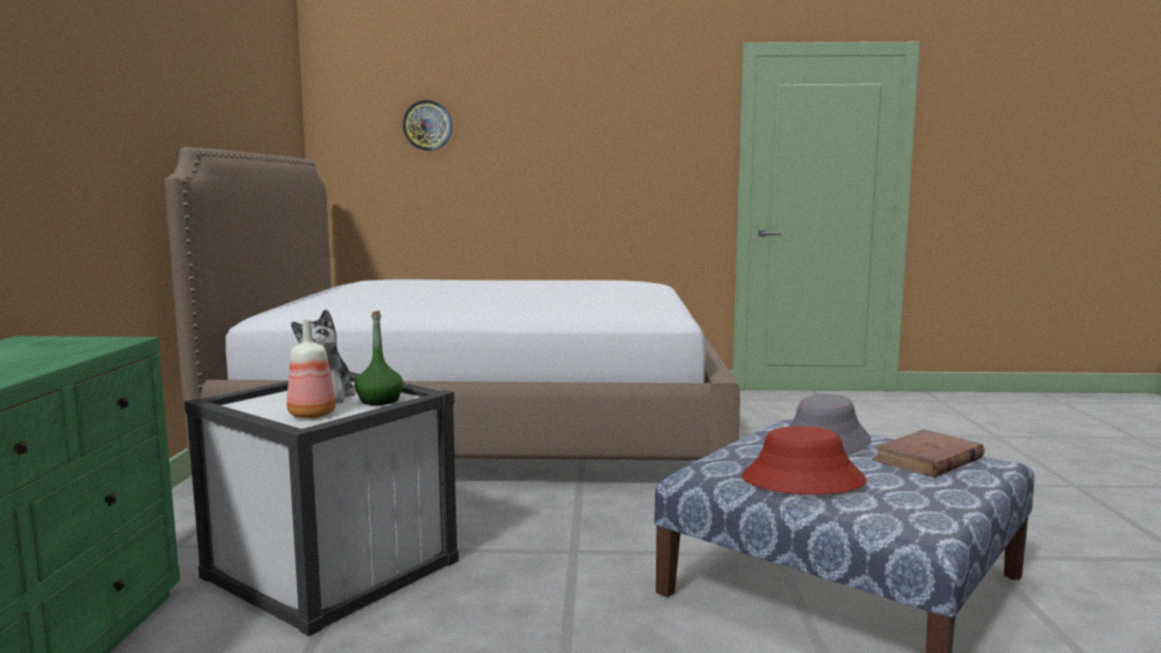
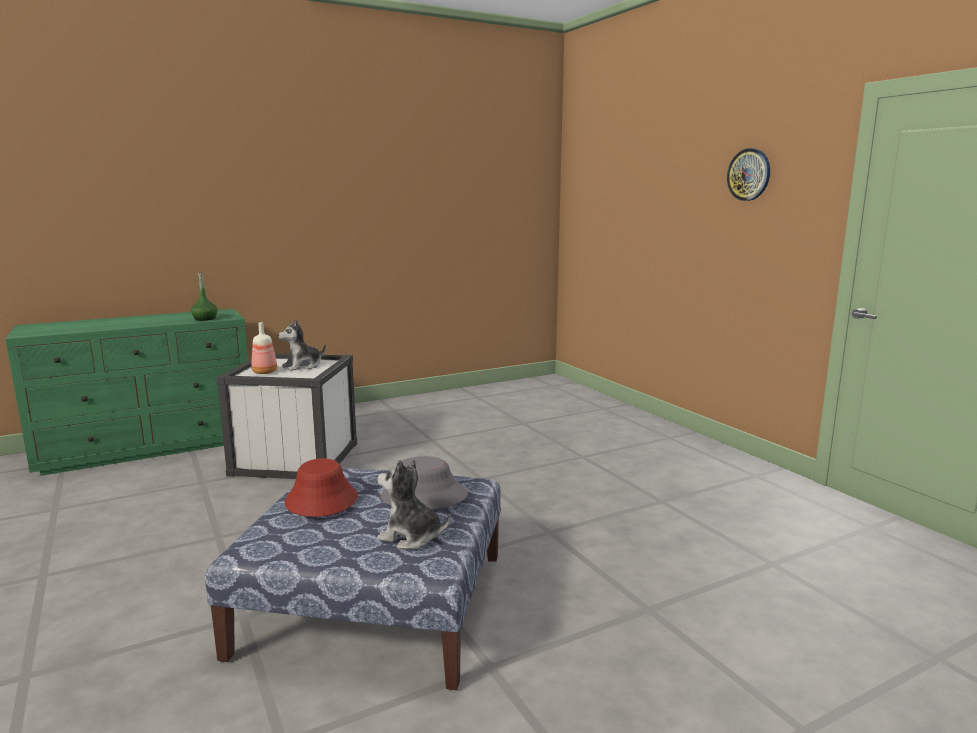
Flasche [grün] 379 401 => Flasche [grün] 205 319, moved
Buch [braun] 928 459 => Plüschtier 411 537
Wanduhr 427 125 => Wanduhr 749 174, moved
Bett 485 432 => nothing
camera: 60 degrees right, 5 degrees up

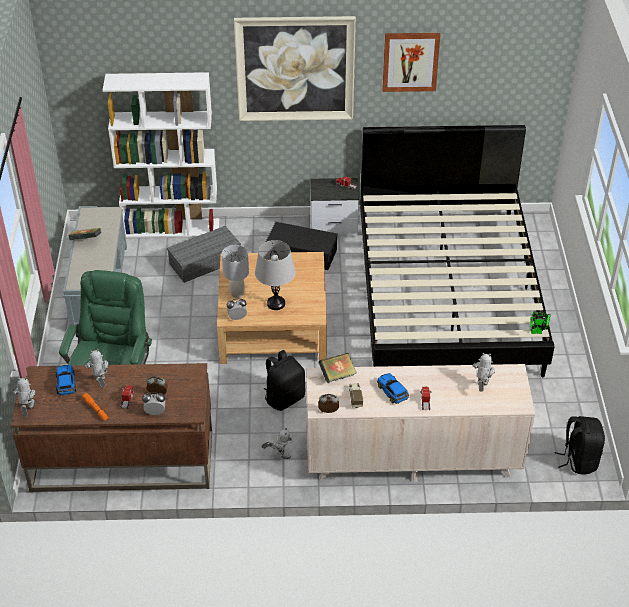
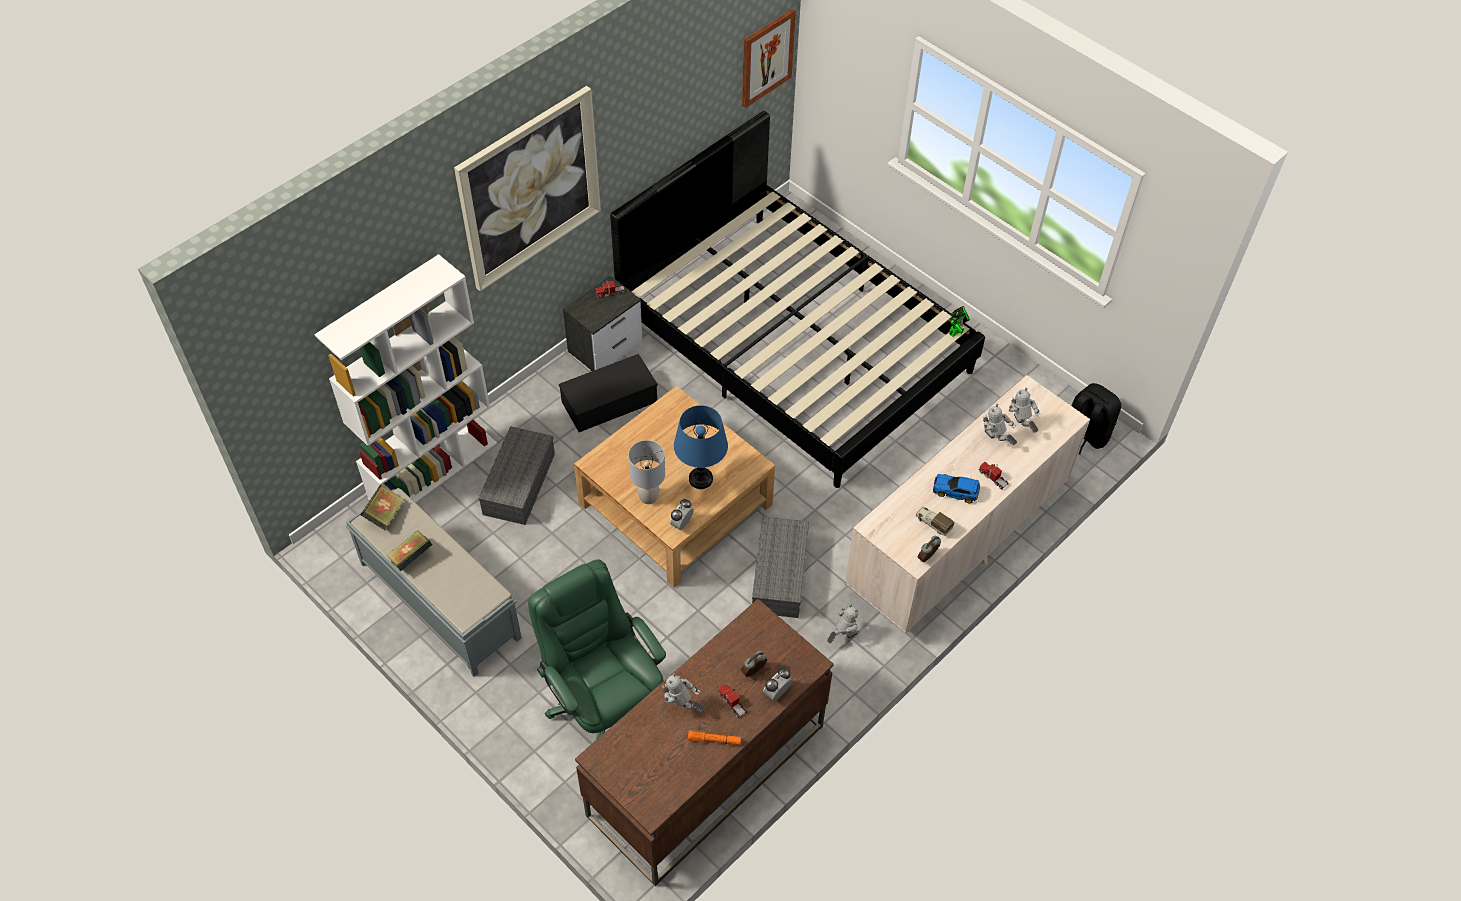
Buch 337 375 => Buch 385 514, moved
Tischlampe [grau] 276 304 => Tischlampe [blau] 700 479
Bild 410 61 => Bild 766 57, moved
Rucksack [schwarz] 284 398 => Aufbewahrungsbox [grau] 778 573
Spielzeugroboter 28 411 => Spielzeugroboter 995 441, moved
Spielzeugauto 66 383 => nothing
camera: 45 degrees left, 10 degrees up

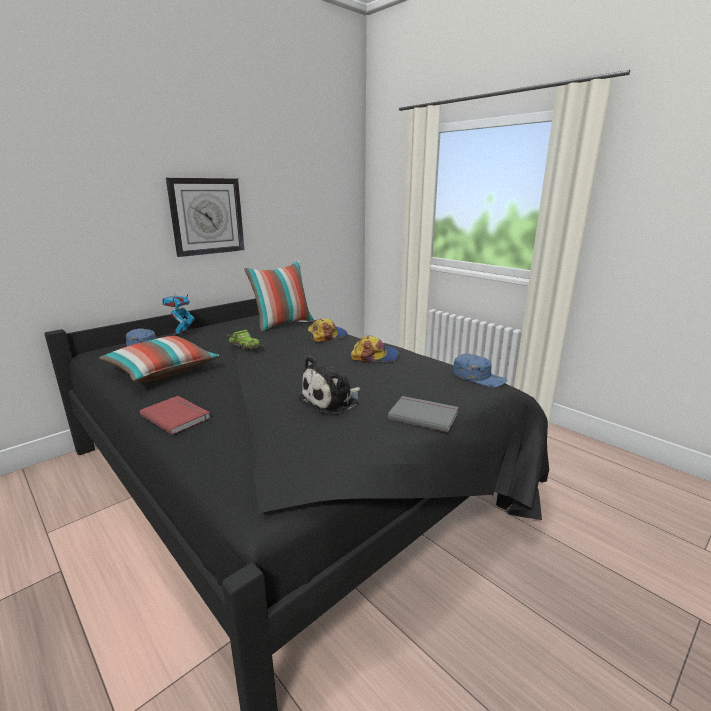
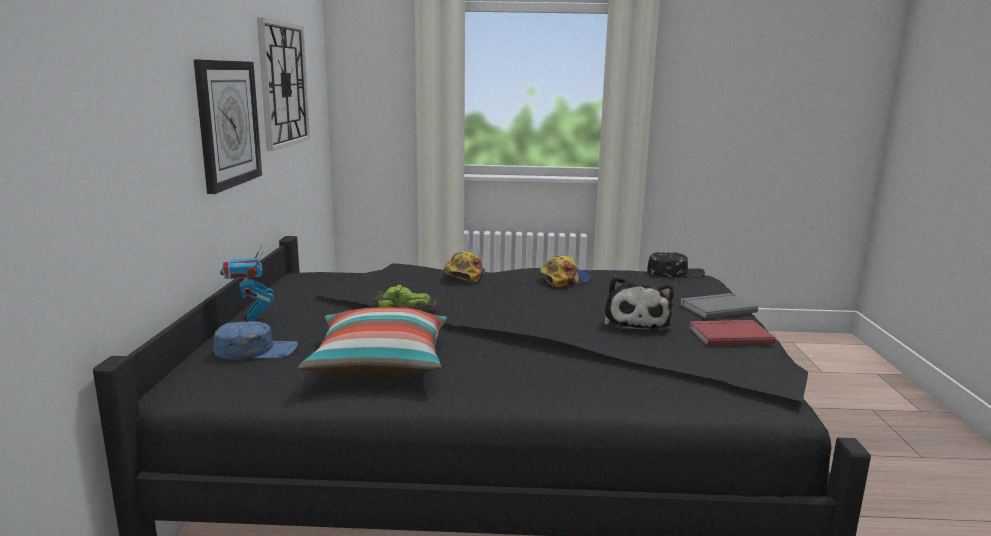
nothing => Wanduhr 283 85
Kappe [blau] 479 377 => Kappe [schwarz] 675 272
Buch [rot] 177 416 => Buch [rot] 728 335, moved
Kissen 283 324 => nothing
camera: 45 degrees left, 5 degrees down

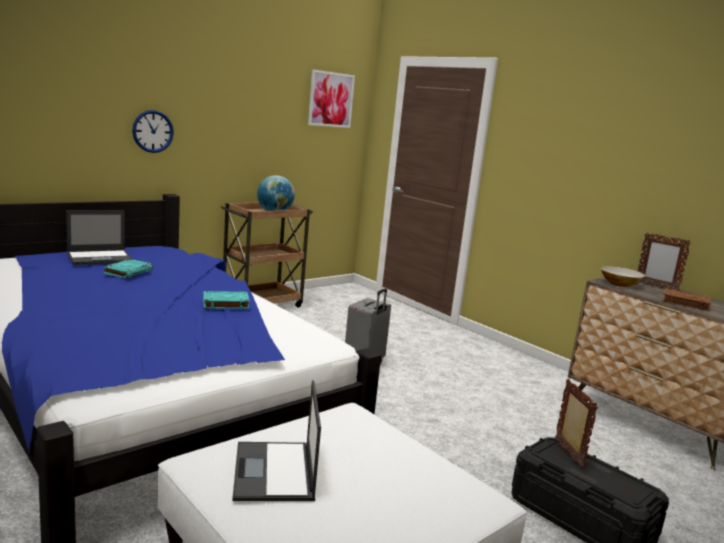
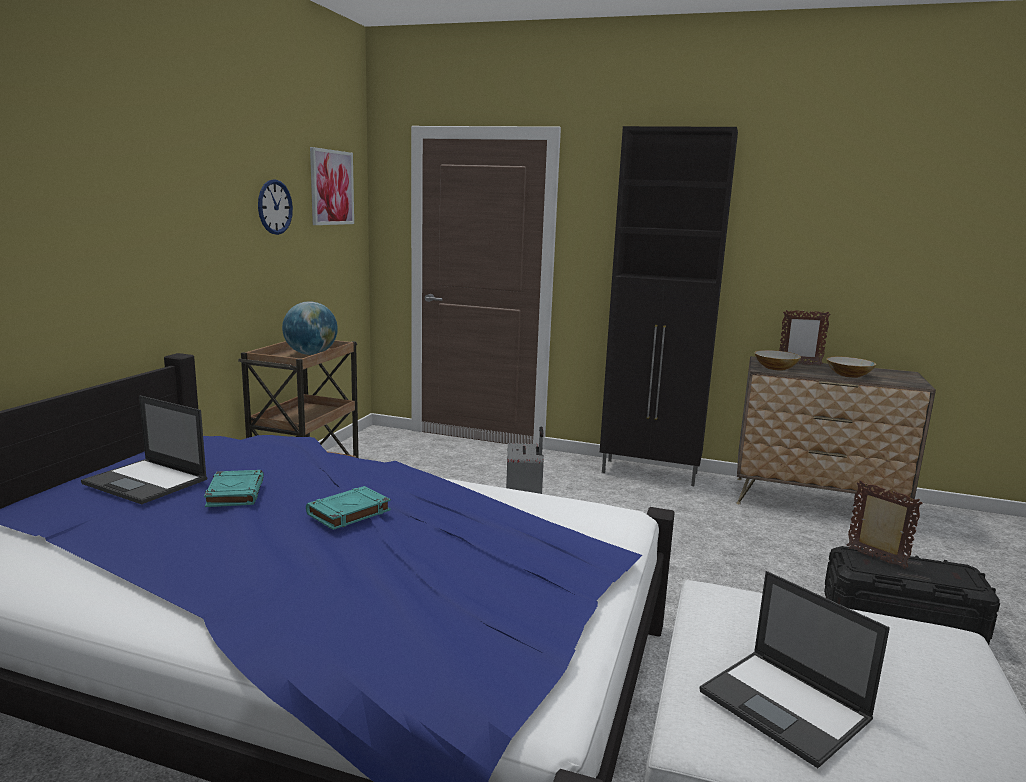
Laptop 100 258 => Laptop 147 482, 90 degrees clockwise
Wanduhr 153 131 => Wanduhr 275 207, moved
Buch [türkis] 225 303 => Buch [türkis] 348 513, moved
nothing => Schrank [schwarz] 651 473
Buch [braun] 685 303 => Schüssel 848 375
camera: 30 degrees left, 0 degrees up

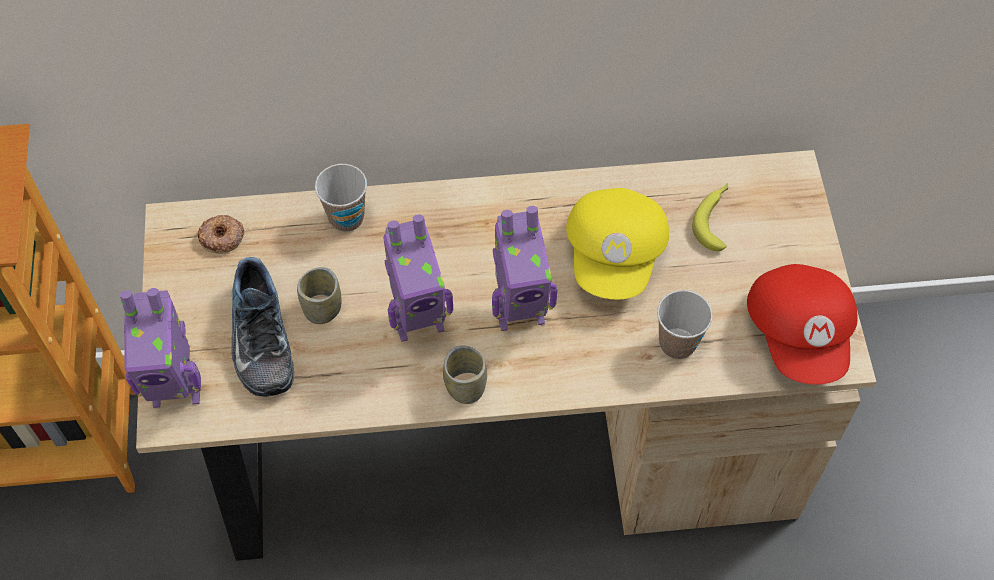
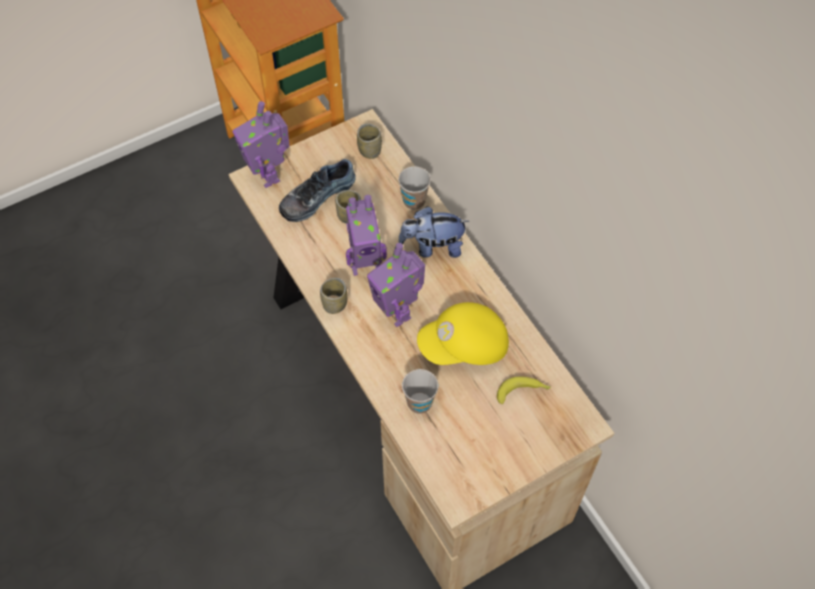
Spielzeugroboter 418 321 => Spielzeugroboter 365 264, 60 degrees counterclockwise
Donut 222 237 => Tasse 369 151
nothing => Plüschtier 433 246
Kappe [rot] 800 333 => nothing
camera: 65 degrees right, 0 degrees up

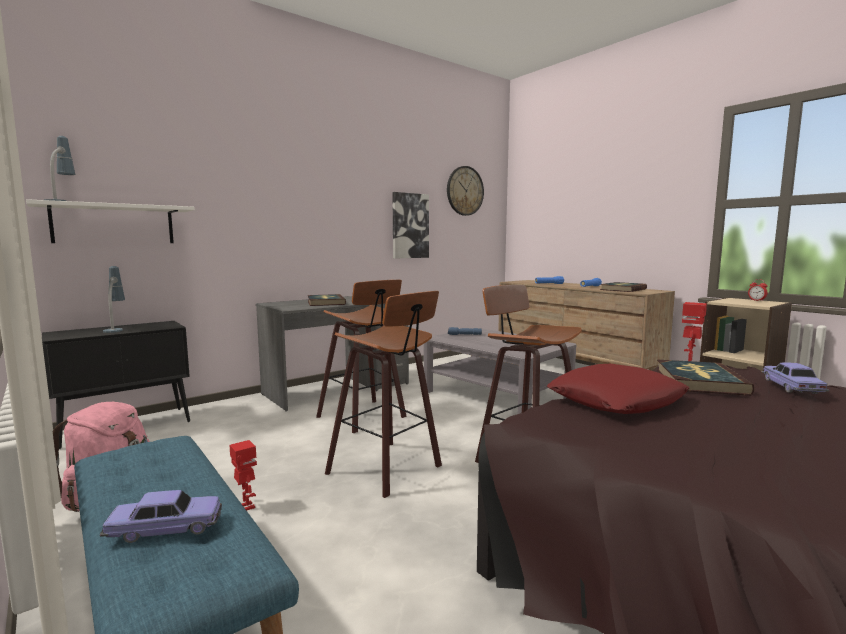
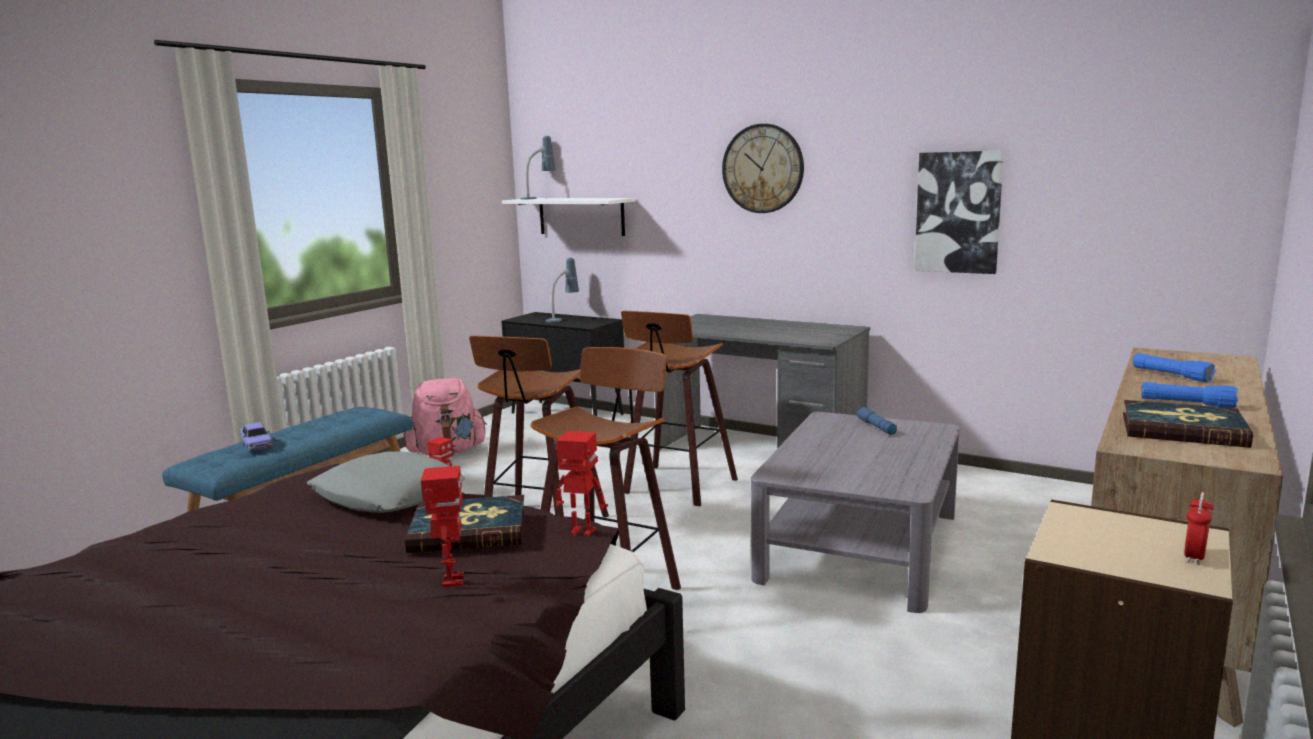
Kissen [rot] 616 401 => Kissen [grau] 387 495
Spielzeugauto 791 387 => Spielzeugroboter 451 581
Wanduhr 464 191 => Wanduhr 763 168, moved
Buch 325 302 => nothing
camera: 70 degrees right, 5 degrees up

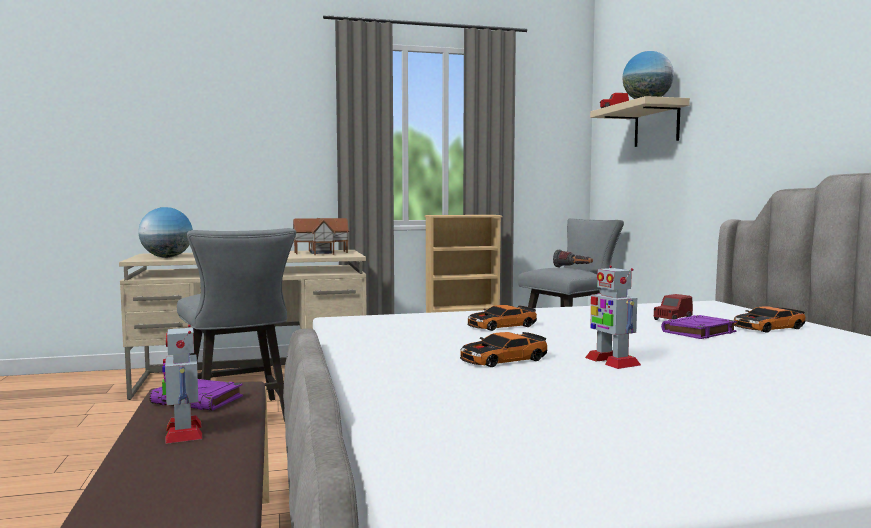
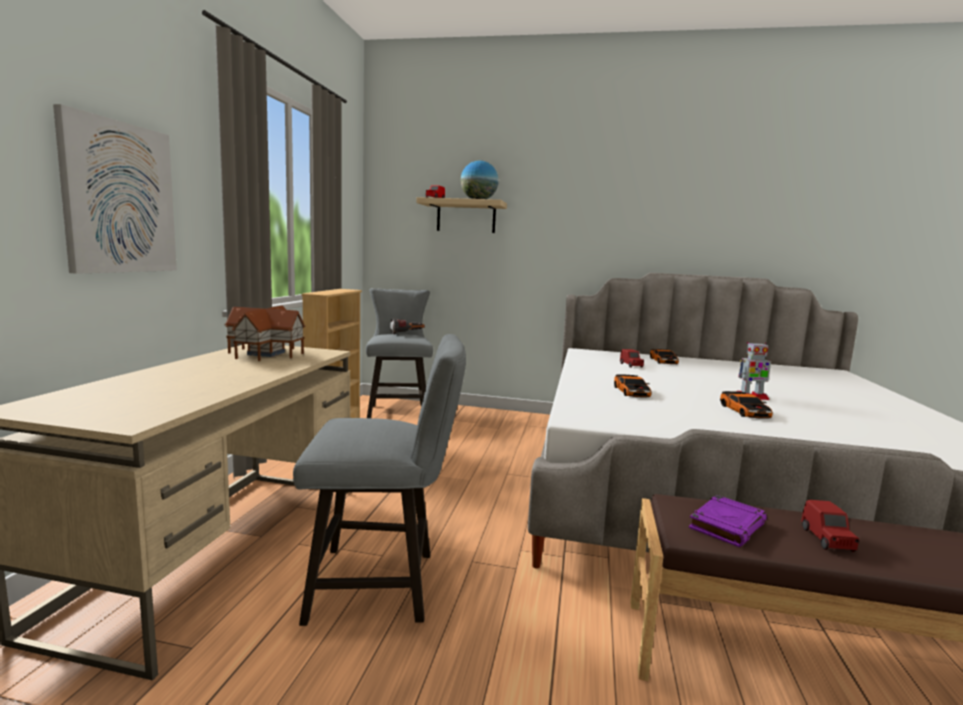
nothing => Bild 119 198
Spielzeugroboter 183 432 => Spielzeugauto [rot] 827 540
Globus 167 257 => nothing
Buch [lila] 698 332 => nothing
camera: 65 degrees left, 5 degrees up

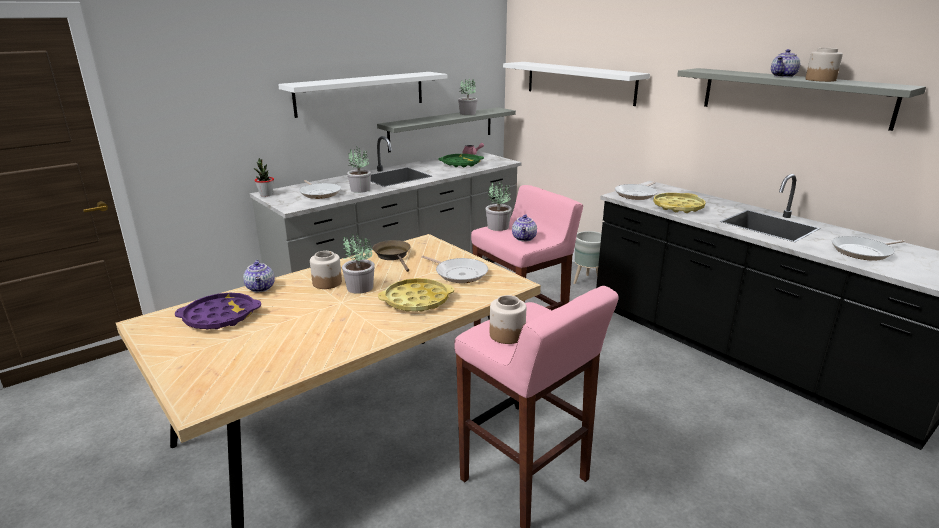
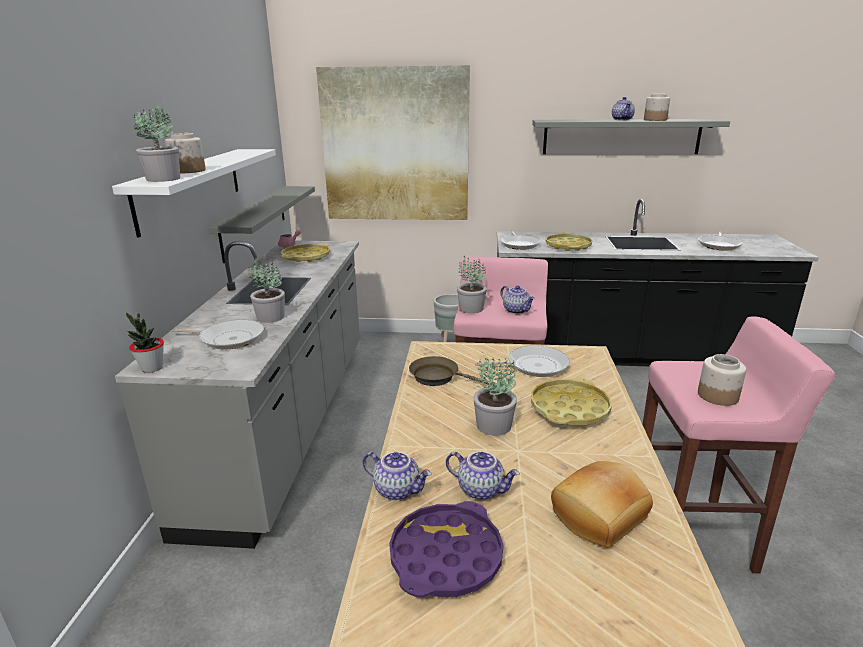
Topfpflanze 468 113 => Topfpflanze 164 179, moved
Vorratsglas 327 283 => Vorratsglas 188 171, moved
Tablett [grün] 461 164 => Tablett [gelb] 306 257
Wandregal [weiß] 579 82 => Bild 395 146
nothing => Teekanne 481 489
nothing => Brot 600 517
camera: 45 degrees left, 0 degrees up

